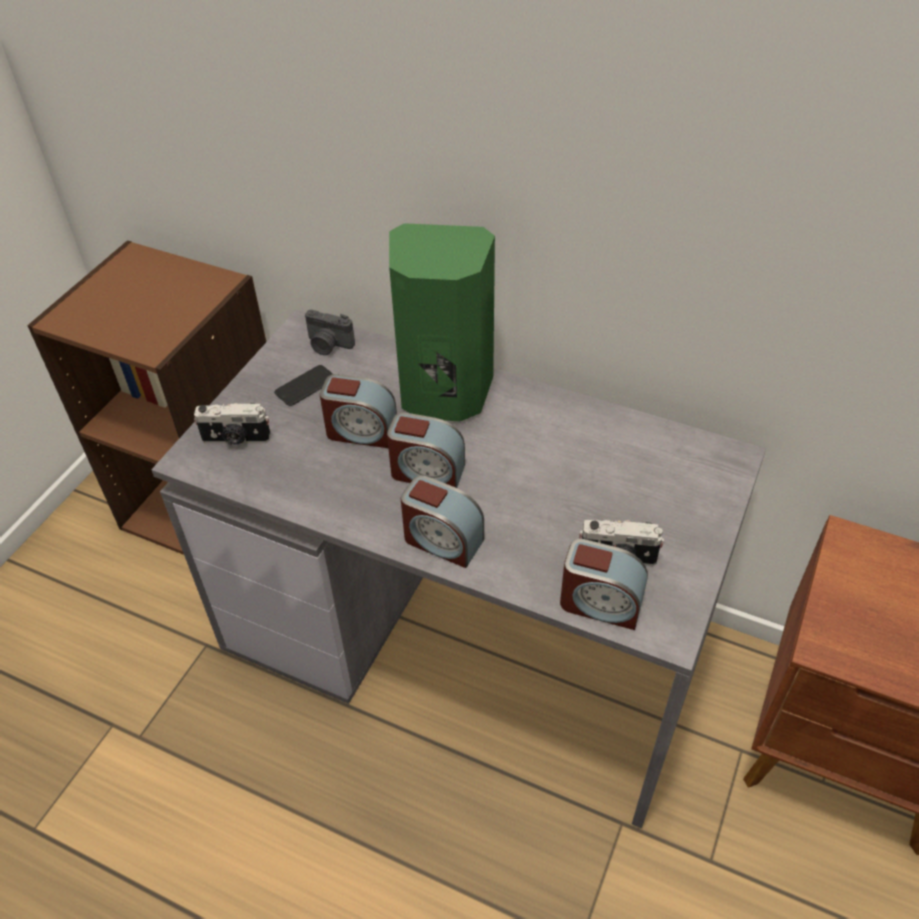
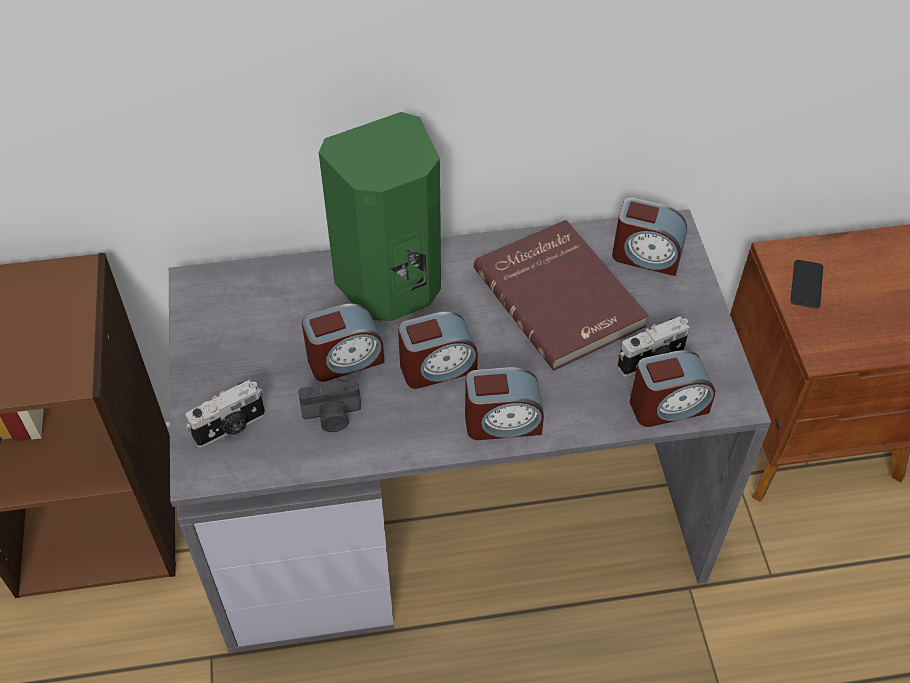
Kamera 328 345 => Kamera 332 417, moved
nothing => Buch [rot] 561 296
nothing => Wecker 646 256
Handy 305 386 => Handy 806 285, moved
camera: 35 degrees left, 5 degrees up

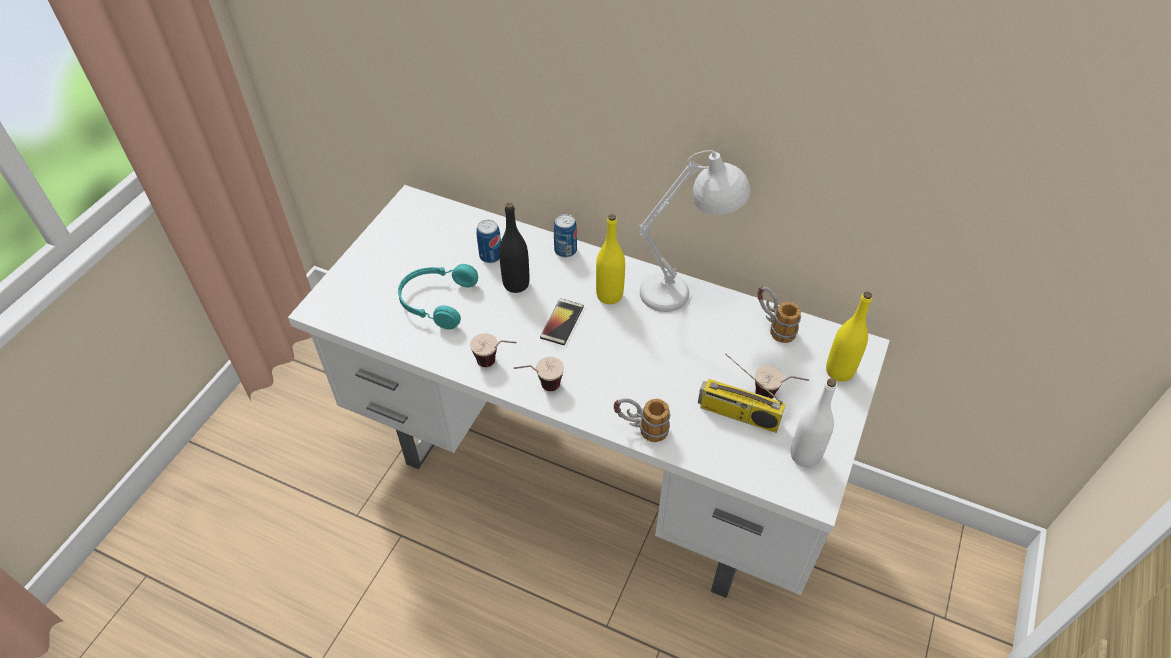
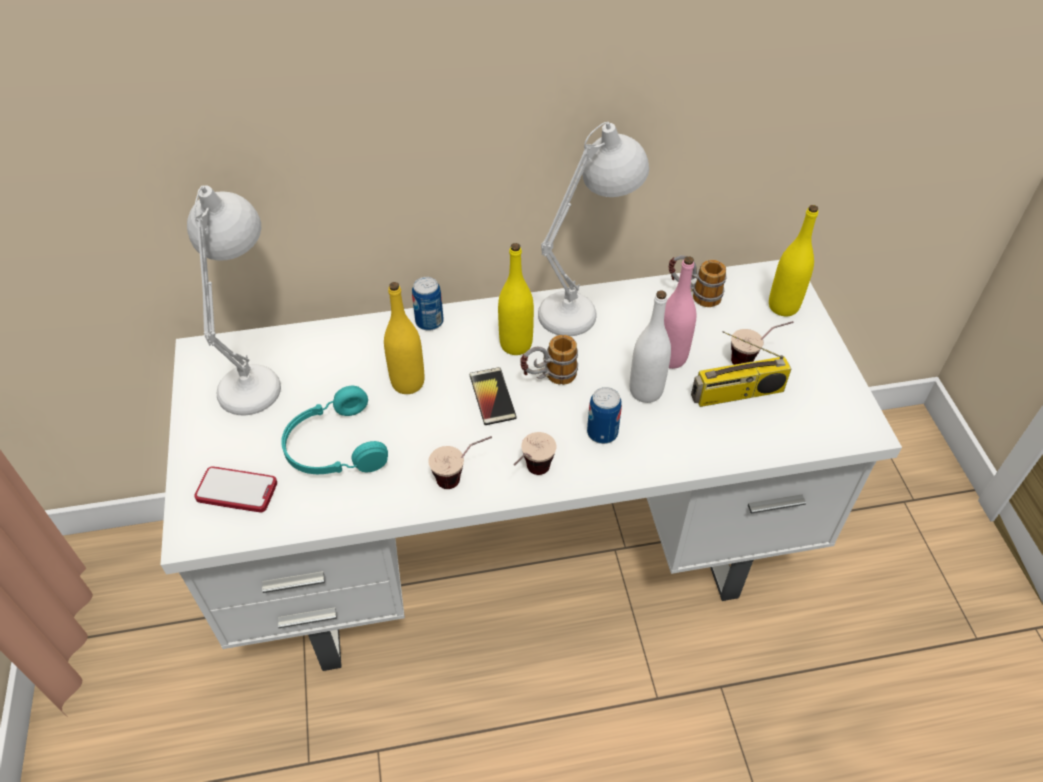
nothing => Tischlampe [weiß] 258 370
nothing => Handy 237 491
Flasche [schwarz] 516 284 => Flasche [gelb] 408 383
Henkelbecher 640 429 => Henkelbecher 548 378, moved
Dose 490 256 => Dose 602 433, moved
Flasche [weiß] 805 455 => Flasche [weiß] 646 391, moved
nothing => Flasche [rosa] 670 357
camera: 35 degrees left, 0 degrees up

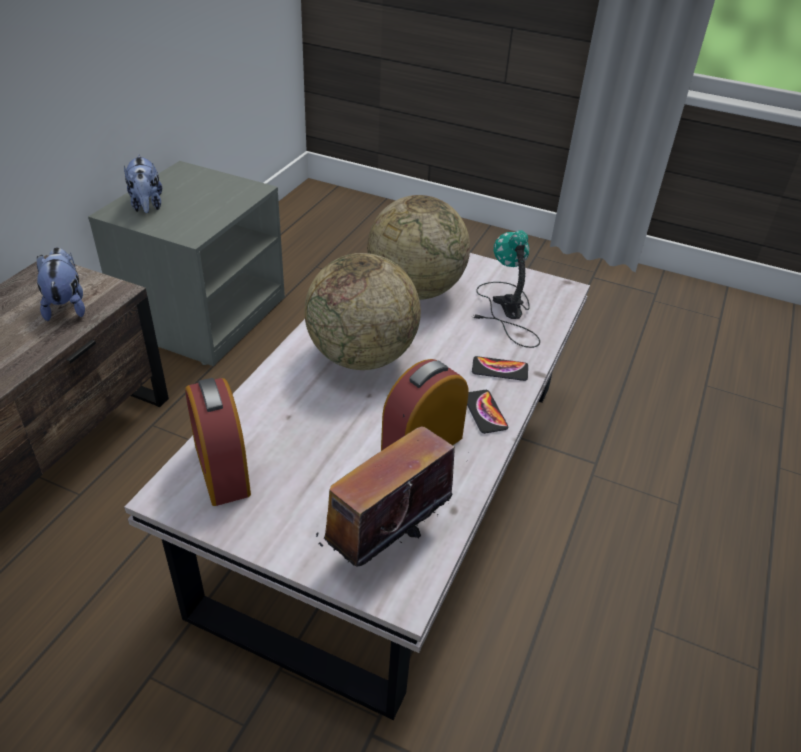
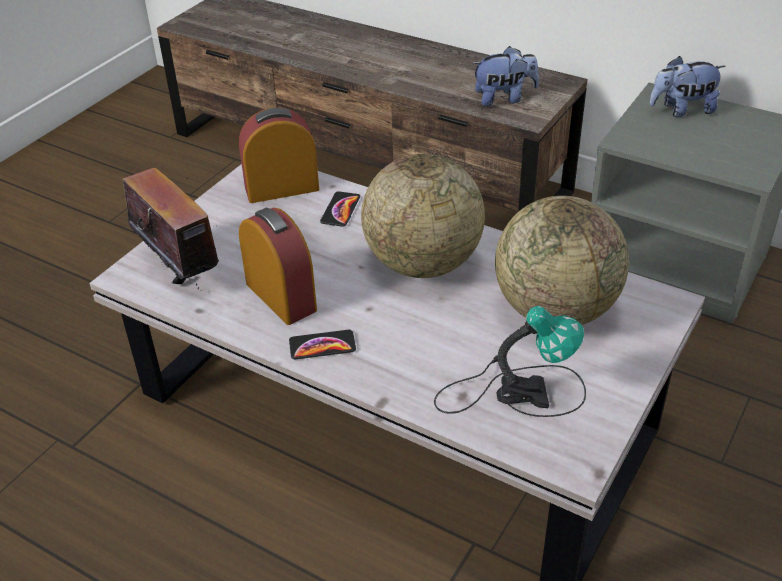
Handy 499 369 => Handy 340 210, moved
camera: 100 degrees right, 0 degrees up

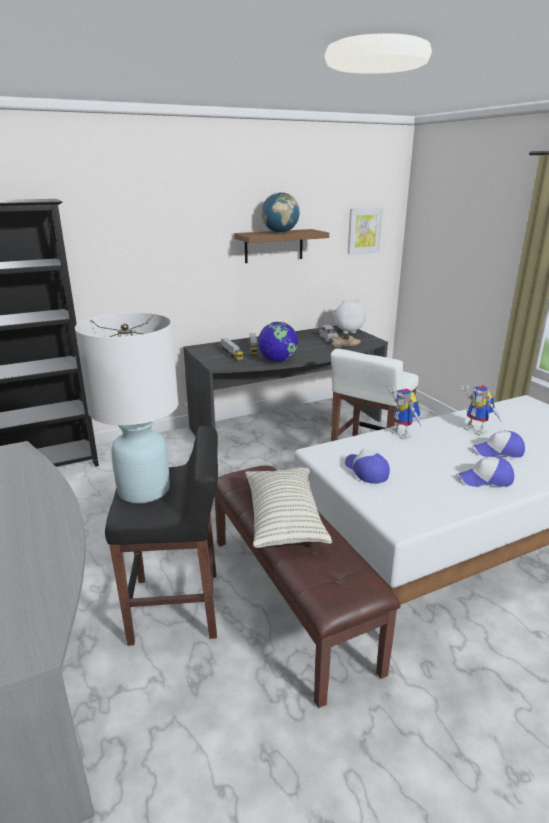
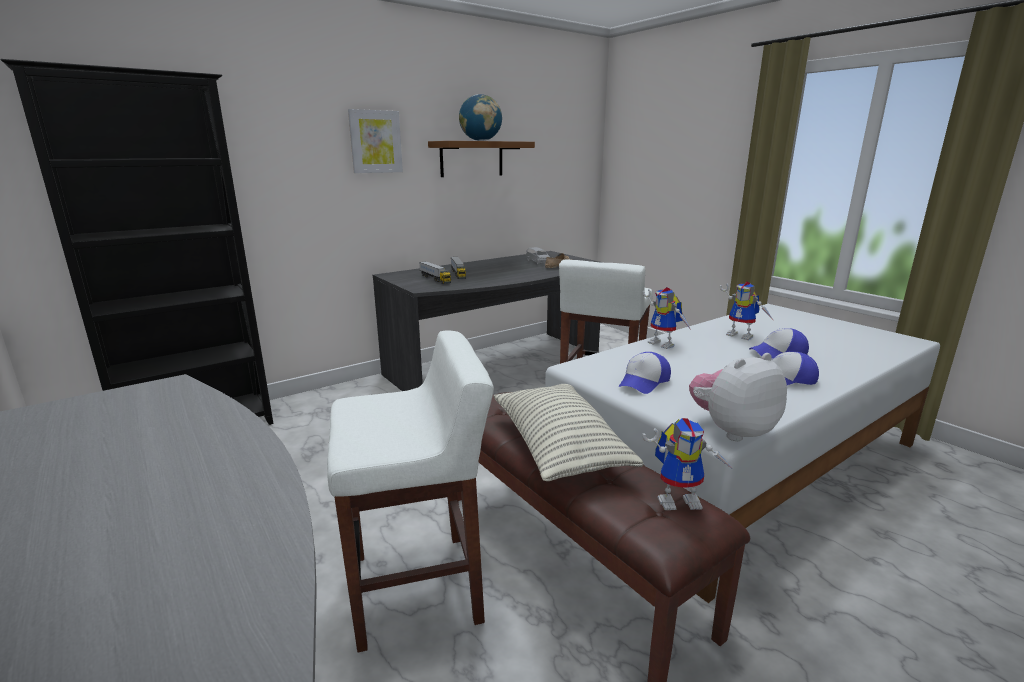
Hocker [schwarz] 177 607 => Hocker [weiß] 418 588
Bild 364 230 => Bild 375 142, moved
Kappe 366 471 => Kappe 644 382, 105 degrees counterclockwise
nothing => Spielzeugroboter 680 499
Plüschtier 347 331 => Plüschtier 731 430, moved
Tischlampe [weiß] 144 490 => nothing
Globus 277 360 => nothing
camera: 10 degrees left, 5 degrees down

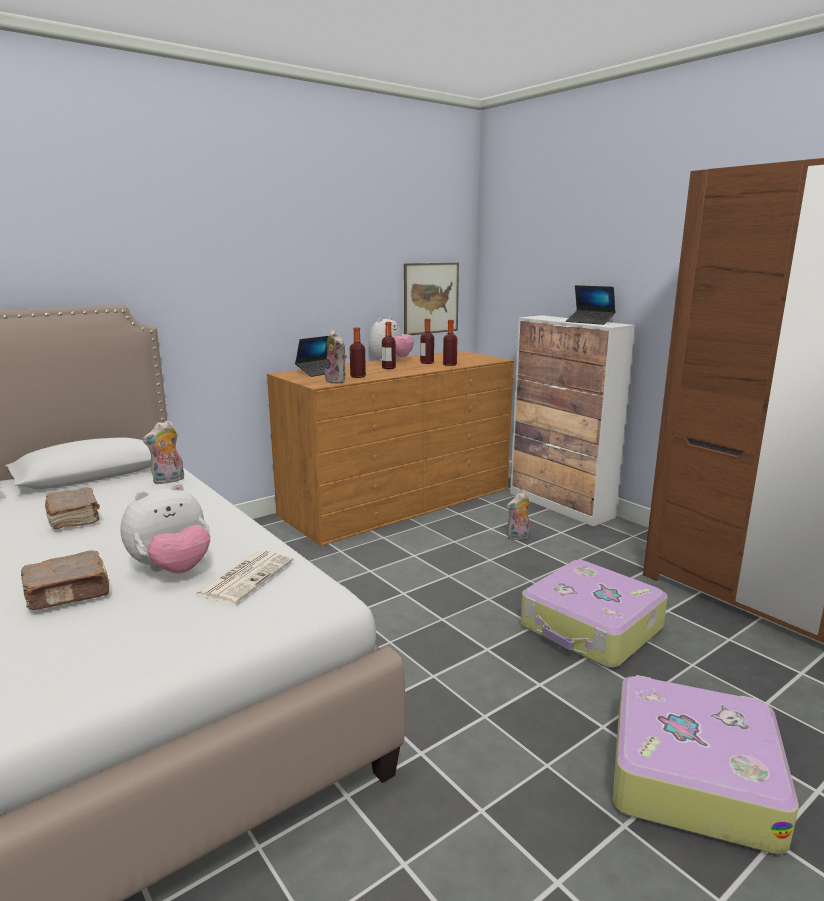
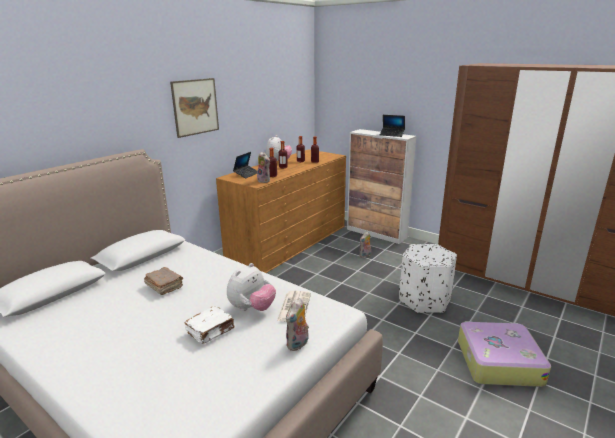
Bild 431 298 => Bild 195 107, moved
Buch [braun] 69 594 => Buch [weiß] 211 331
Plüschtier 168 481 => Plüschtier 298 344, moved
Koffer 591 628 => Polsterhocker [weiß] 424 300
camera: 15 degrees left, 5 degrees up

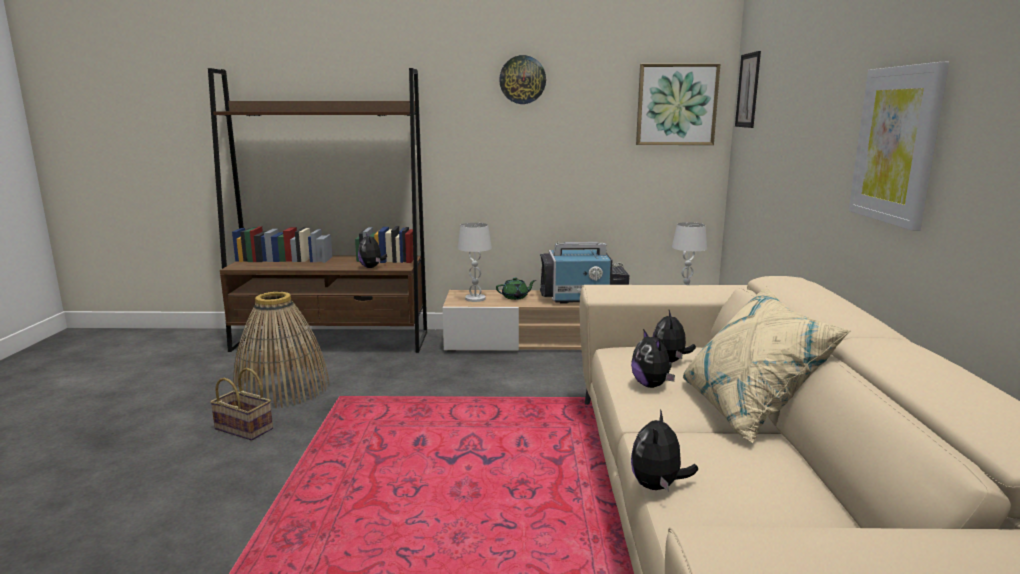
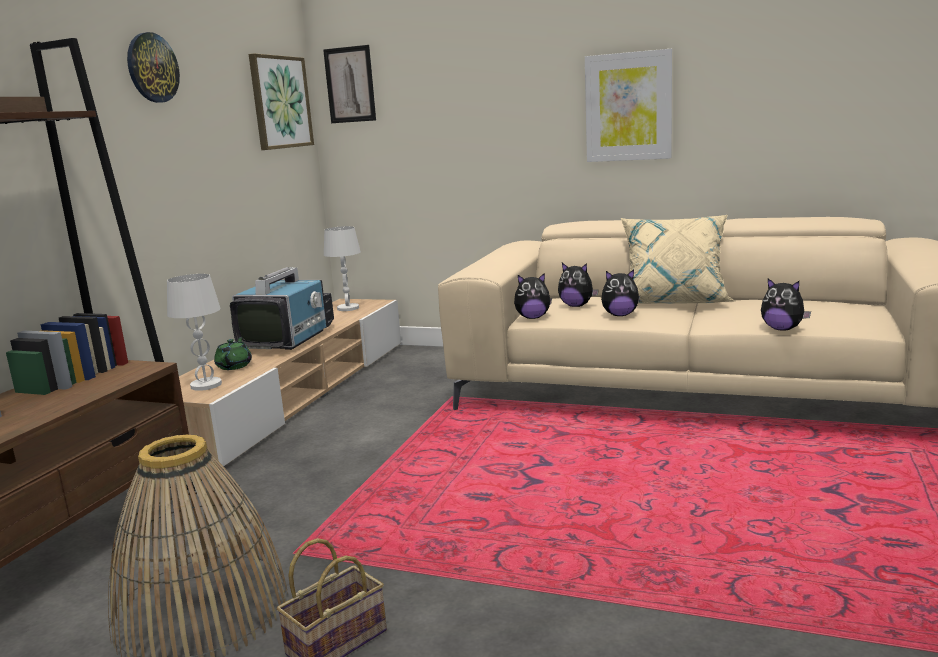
Plüschtier 372 267 => Plüschtier 532 317, moved
camera: 70 degrees left, 0 degrees up

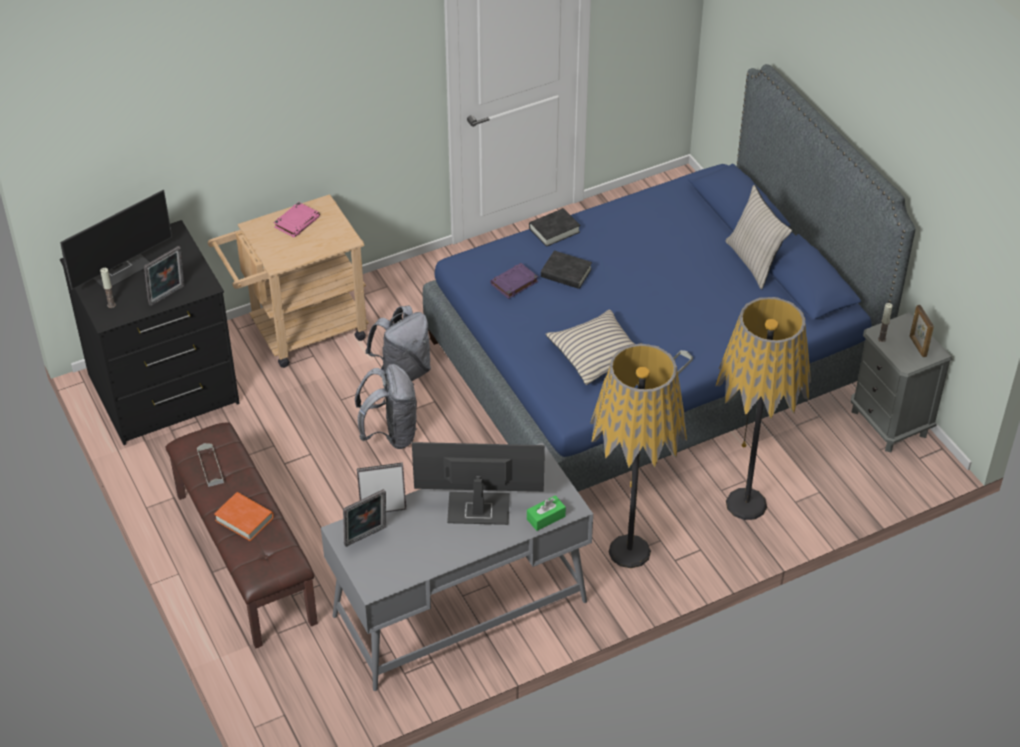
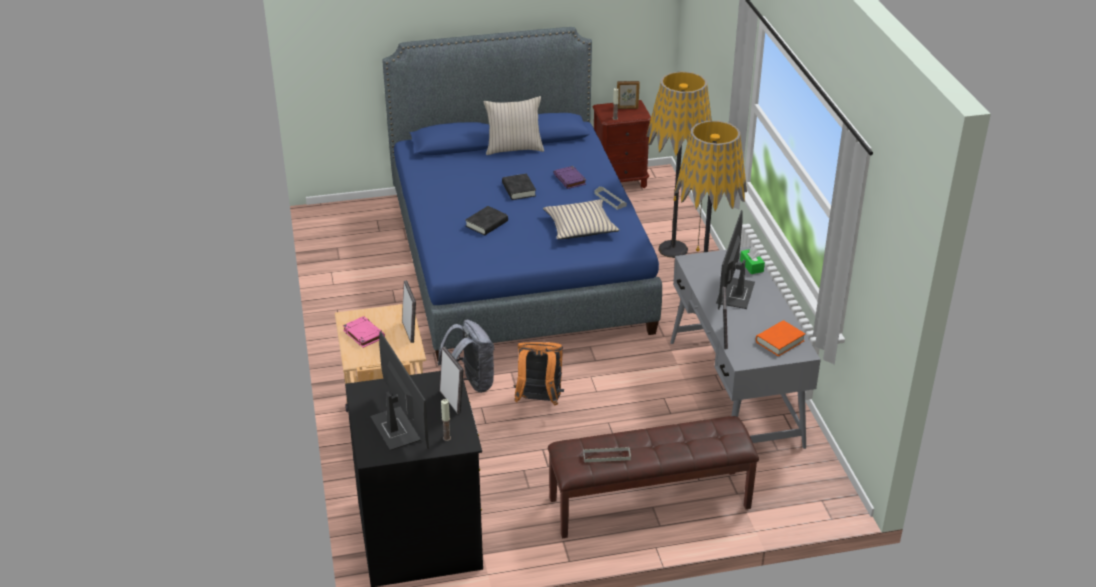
Bilderrahmen 366 538 => Bilderrahmen 410 331, moved
Buch [schwarz] 554 230 => Buch [schwarz] 518 190, moved
Rucksack [grau] 390 434 => Rucksack [orange] 538 401
Buch [lila] 514 283 => Buch [lila] 570 180, moved
Nachttisch [grau] 889 423 => Nachttisch [braun] 620 181
Buch [orange] 244 519 => Buch [orange] 779 341, moved
camera: 75 degrees left, 10 degrees down

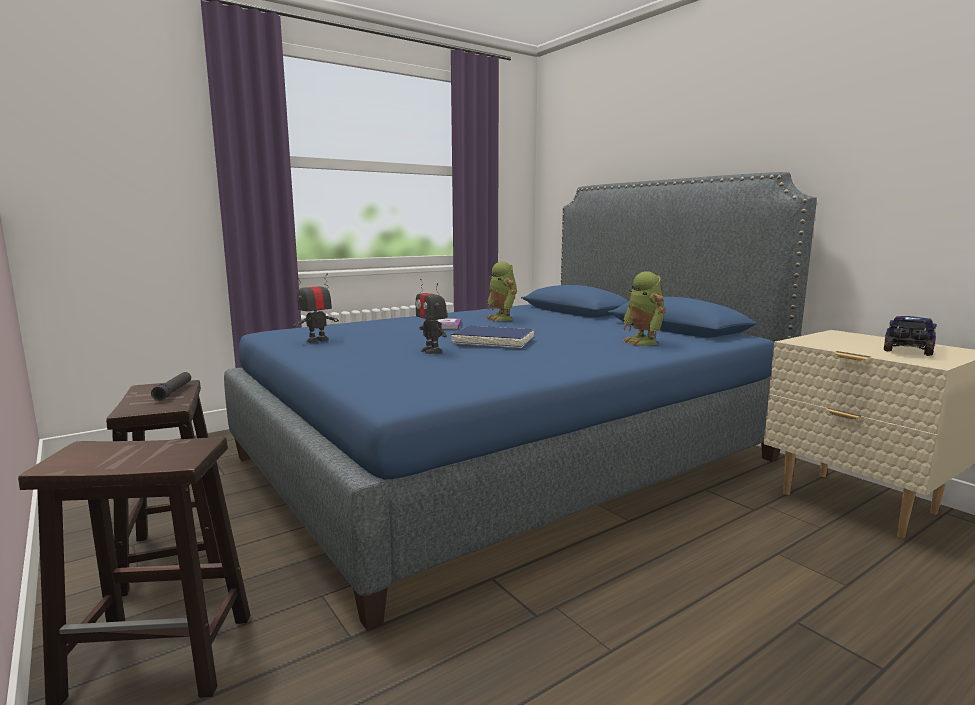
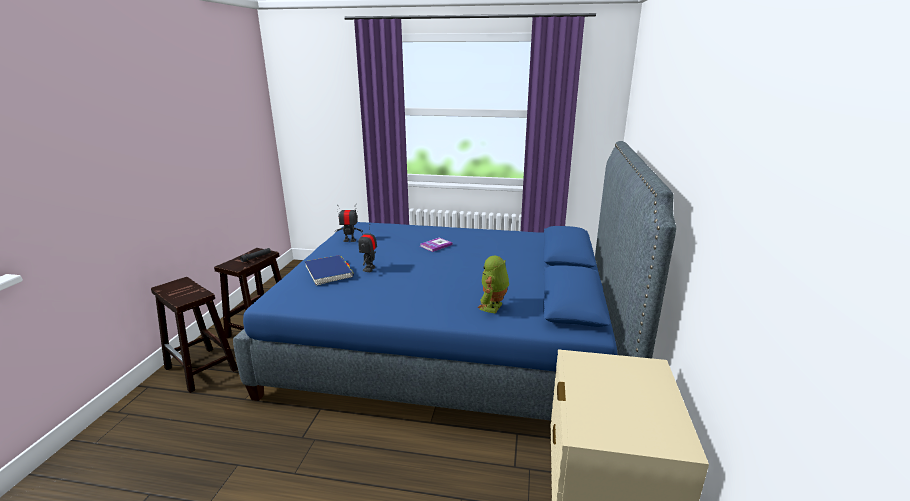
Buch [blau] 493 340 => Buch [blau] 329 272, moved
Spielzeugroboter 502 318 => nothing
Spielzeuglaster 908 350 => nothing
camera: 45 degrees right, 10 degrees up

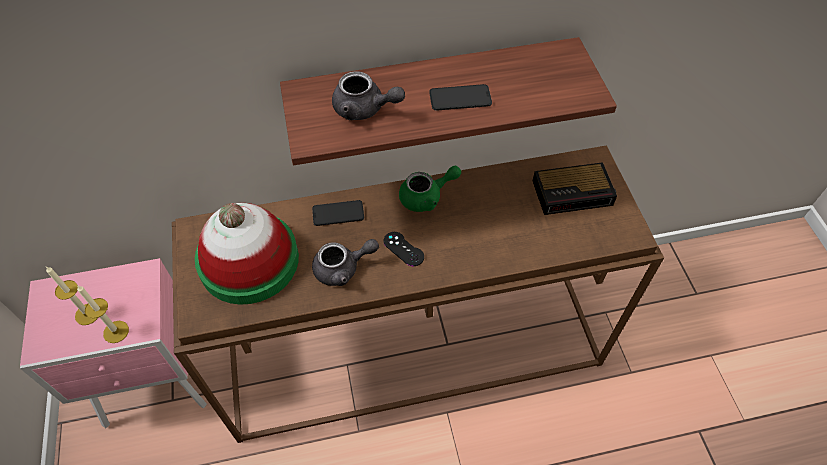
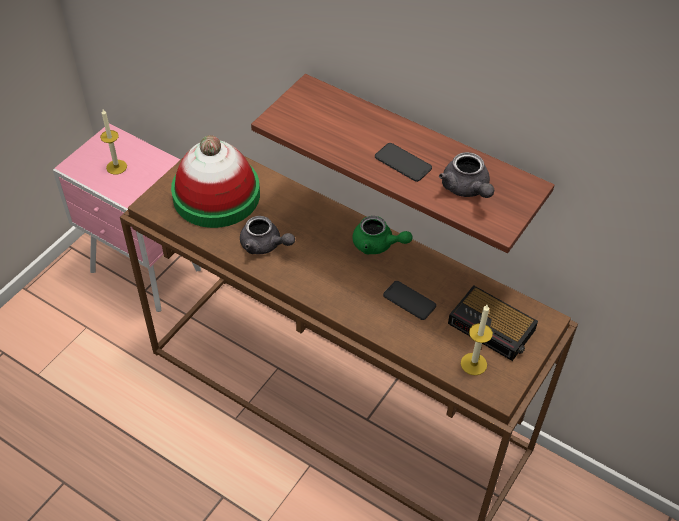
Handy 338 213 => Handy 409 300, moved
Teekanne [grau] 364 109 => Teekanne [grau] 467 189, moved
Kerze 116 331 => Kerze 473 364, moved
Gamepad [schwarz] 403 249 => nothing
camera: 45 degrees right, 5 degrees down

